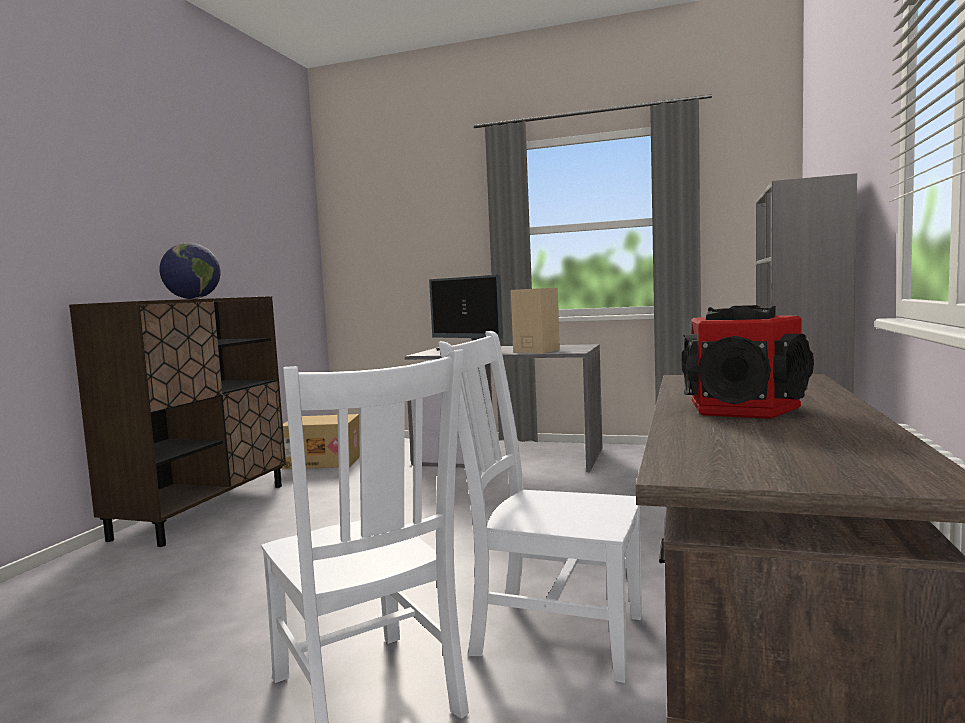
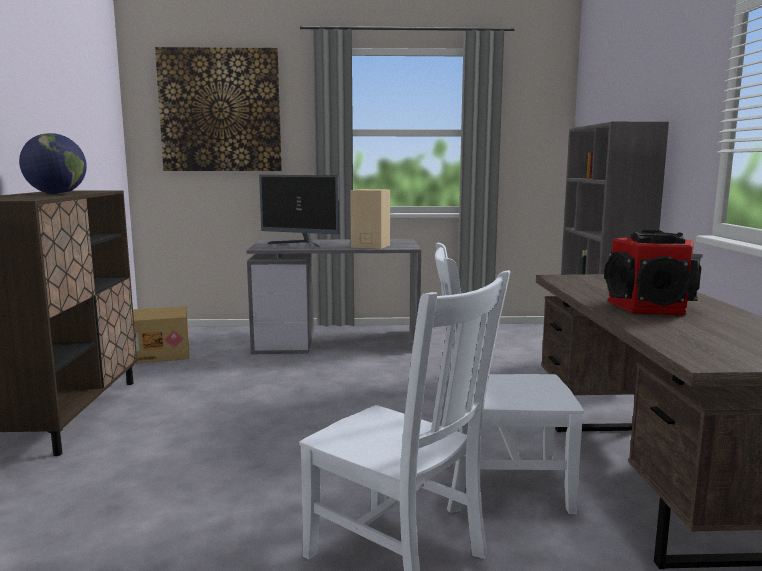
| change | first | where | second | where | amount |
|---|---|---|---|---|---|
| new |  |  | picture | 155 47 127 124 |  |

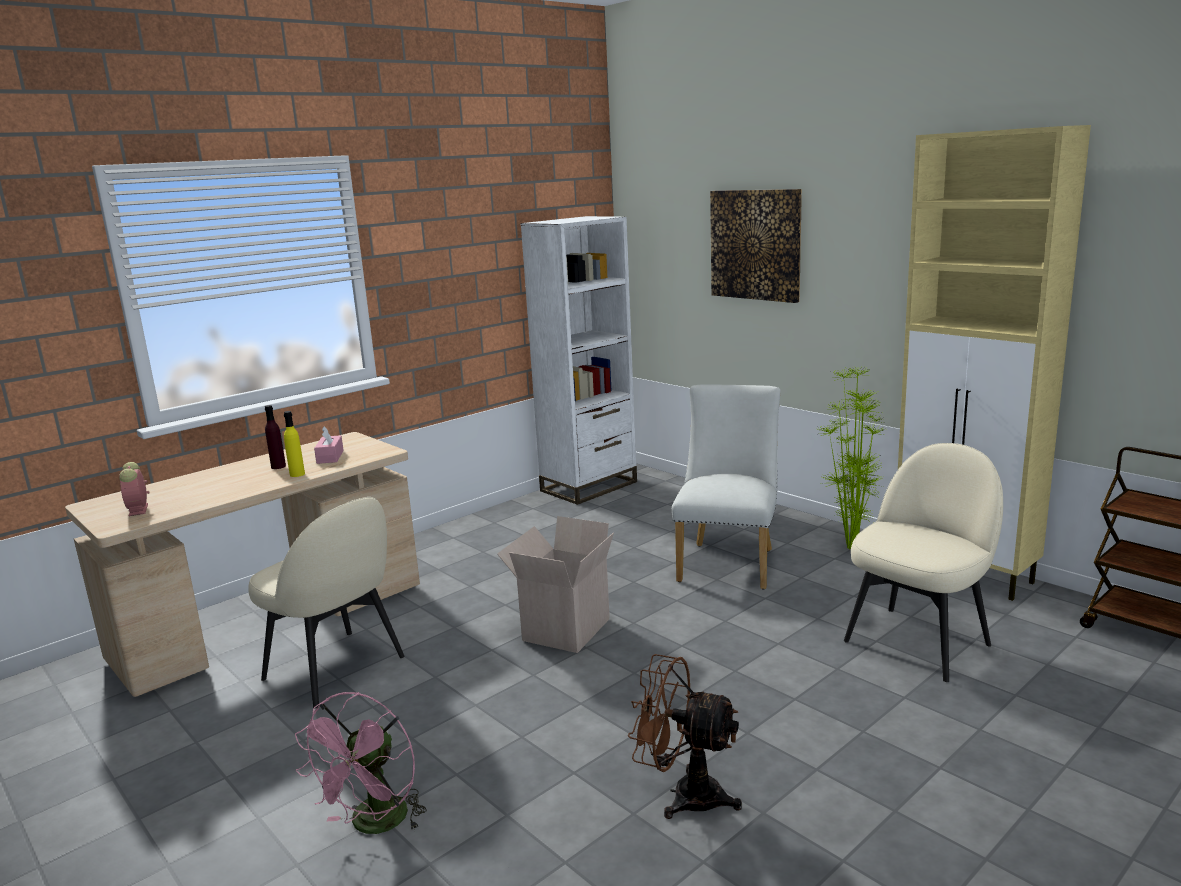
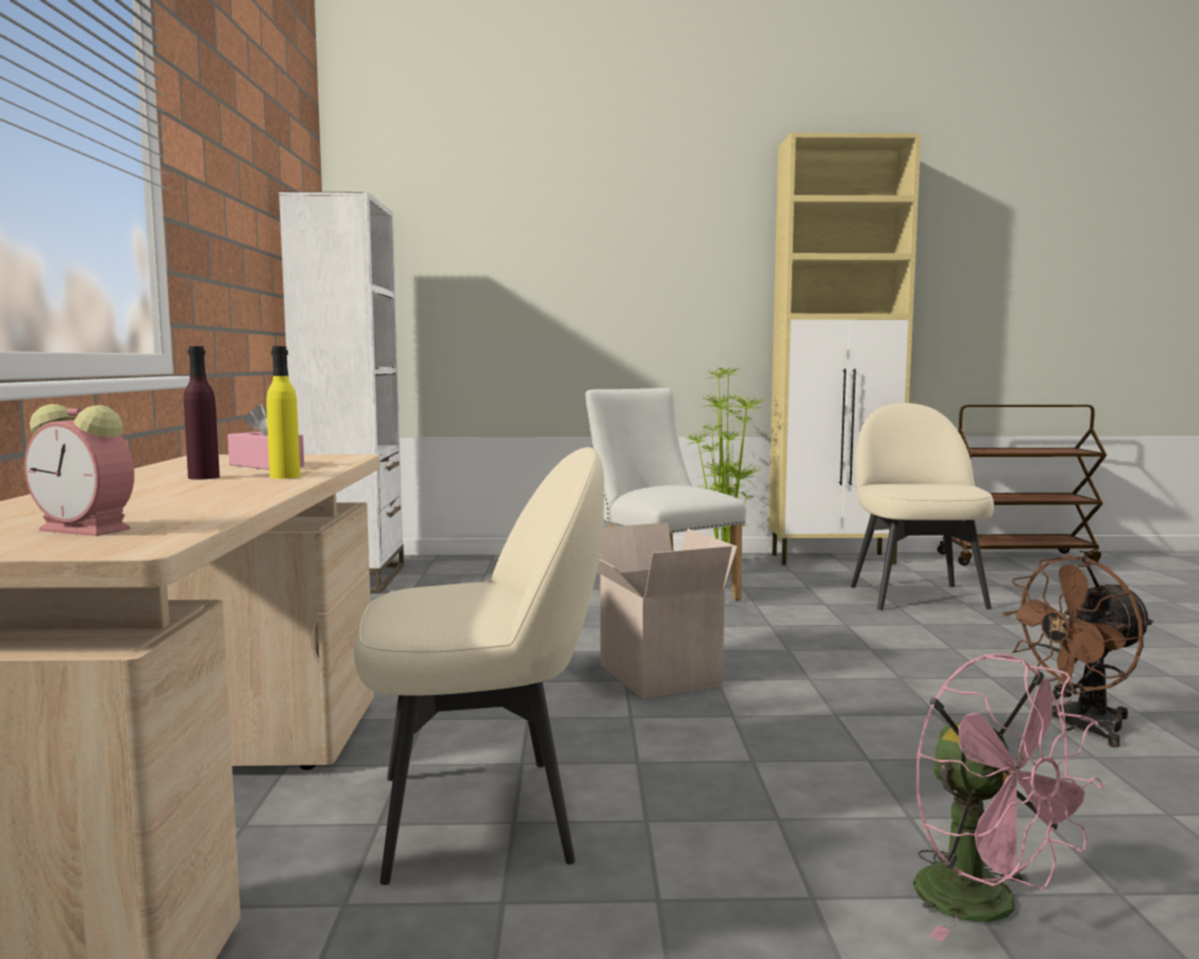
| change | first | where | second | where | amount |
|---|---|---|---|---|---|
| gone | picture | 710 189 92 114 |  |  |  |

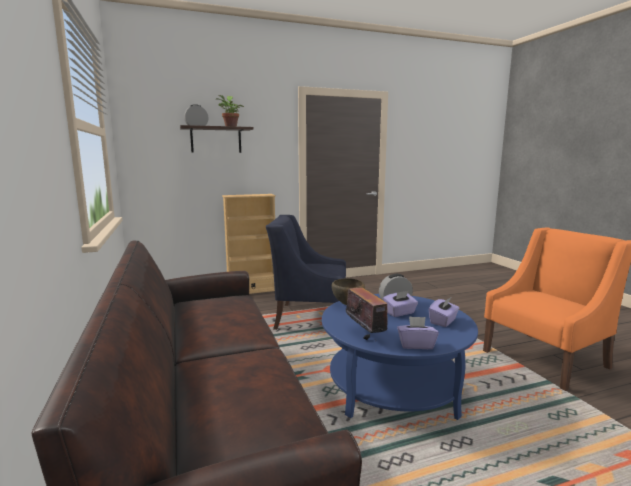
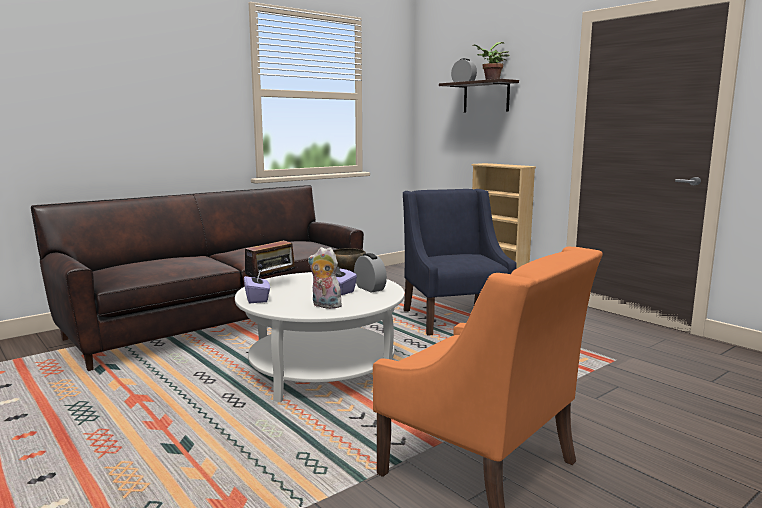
| change | first | where | second | where | amount |
|---|---|---|---|---|---|
| repainted | coffee table (blue) | 322 294 156 126 | coffee table (white) | 235 272 169 130 |  |
| swapped | tissue box (purple) | 429 298 30 29 | plush toy | 308 247 34 62 |  |

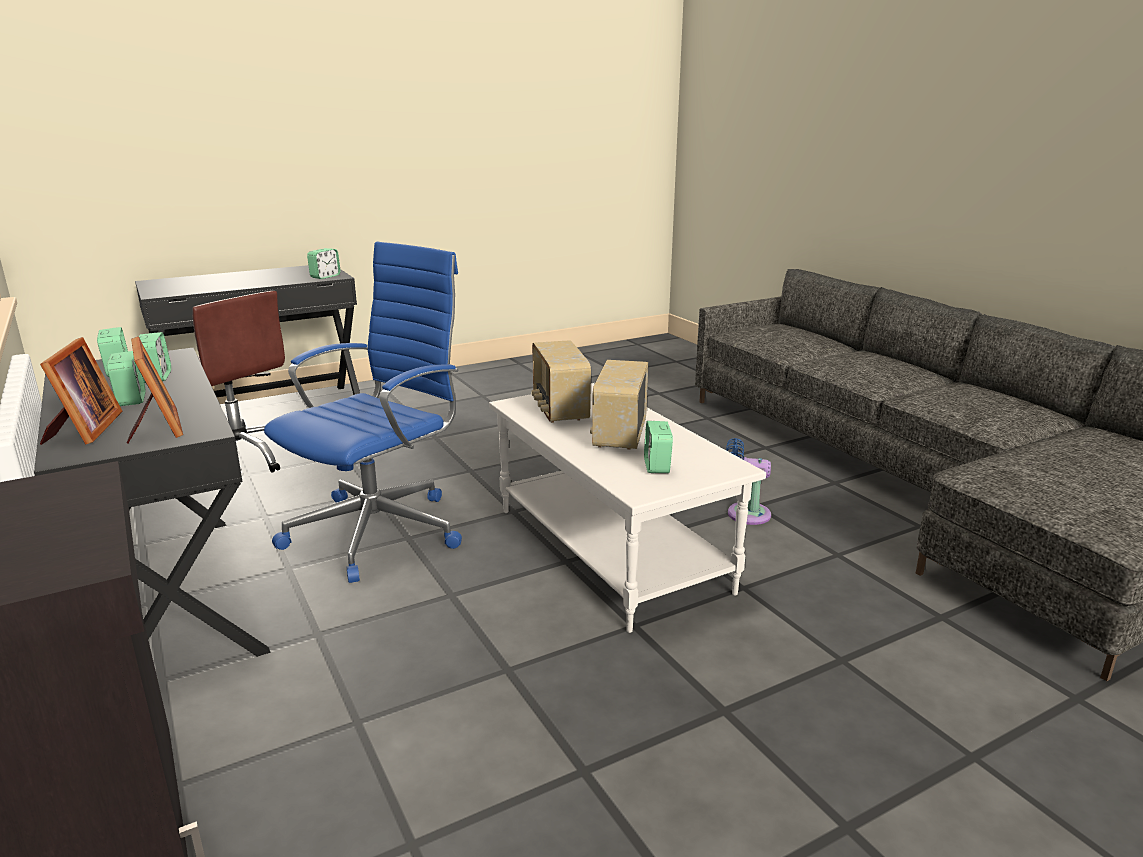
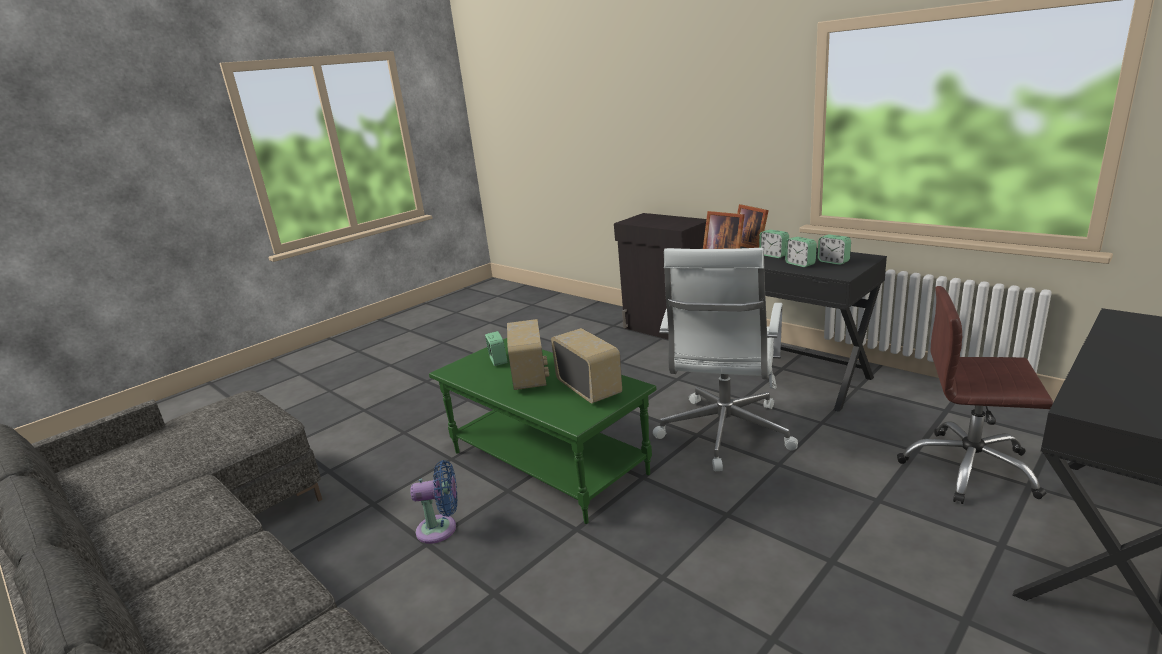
| change | first | where | second | where | amount |
|---|---|---|---|---|---|
| repainted | office chair (blue) | 264 242 198 341 | office chair (white) | 653 248 145 223 |  |
| gone | alarm clock | 307 248 34 31 |  |  |  |
| repainted | coffee table (white) | 489 383 277 250 | coffee table (green) | 429 338 227 186 |  |

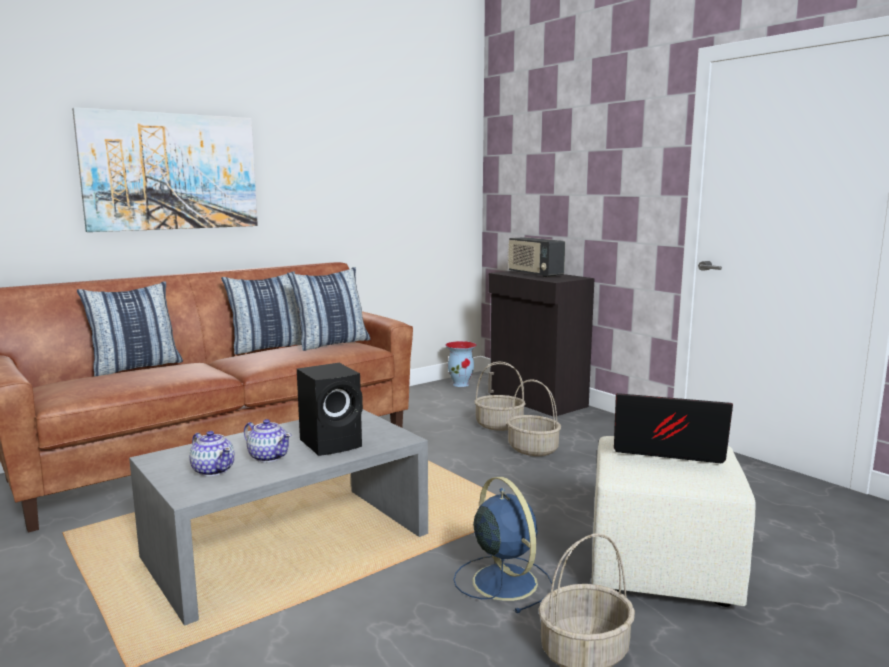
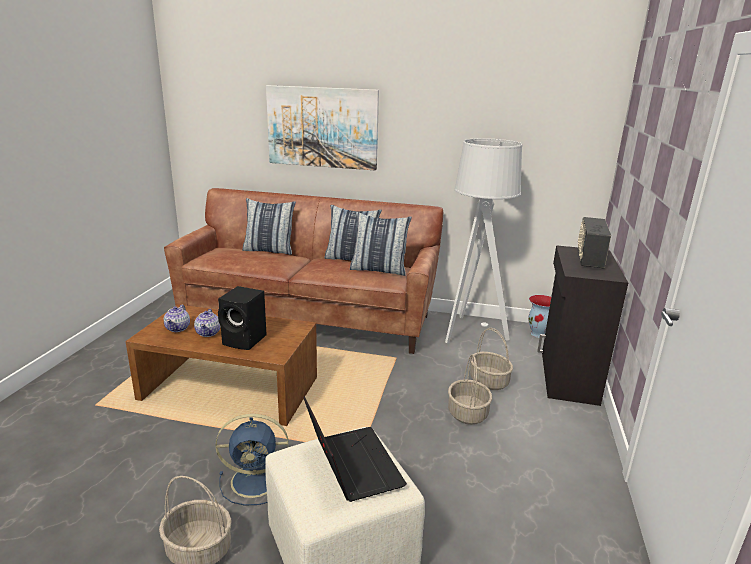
| change | first | where | second | where | amount |
|---|---|---|---|---|---|
| repainted | coffee table (grey) | 129 409 299 217 | coffee table (brown) | 126 304 191 122 |  |
| rotated | fan (blue) | 454 477 98 136 |  | 215 414 74 92 | 60 degrees clockwise |
| new |  |  | floor lamp (grey) | 445 138 77 205 |  |

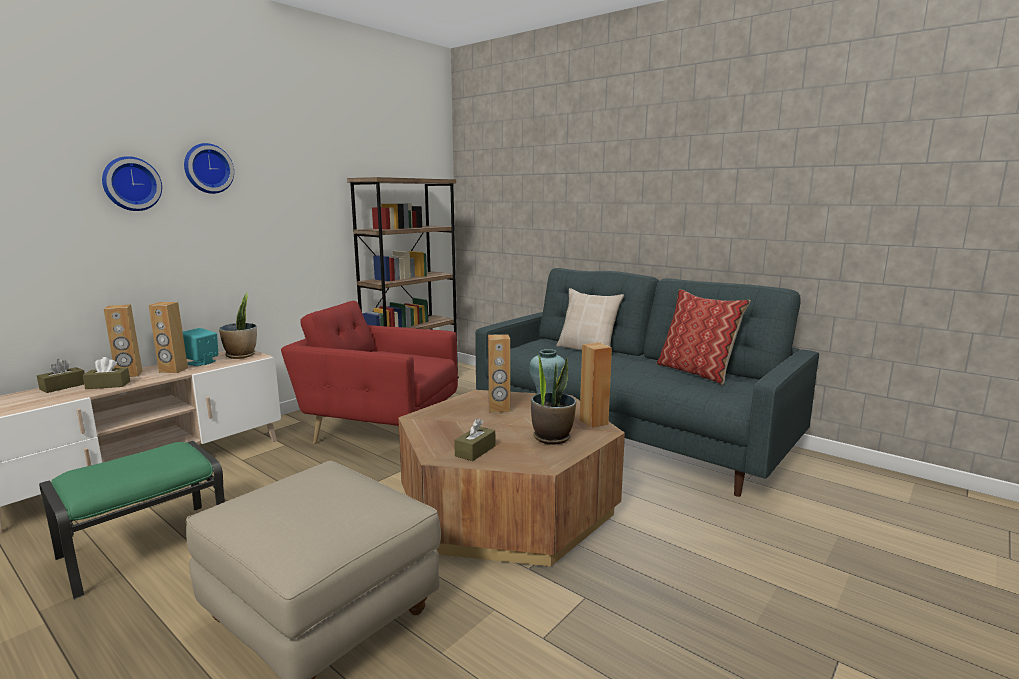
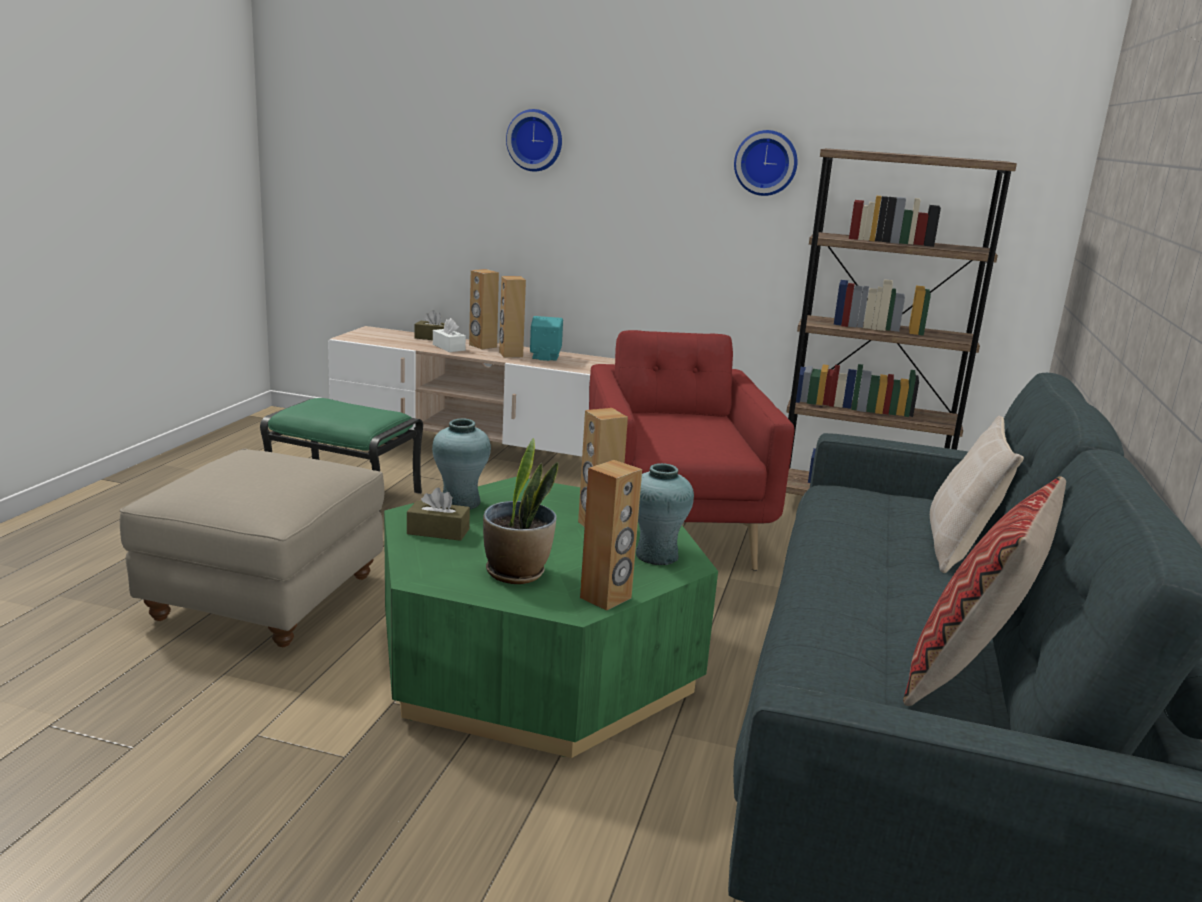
| change | first | where | second | where | amount |
|---|---|---|---|---|---|
| shifted | wall clock | 184 143 50 51 |  | 734 130 63 66 |  |
| gone | potted plant | 219 292 38 67 |  |  |  |
| repainted | tissue box (brown) | 83 357 47 32 | tissue box (white) | 433 318 33 34 |  |
| repainted | coffee table (brown) | 398 390 227 176 | coffee table (green) | 384 477 334 281 |  |
| new |  |  | vase (turquoise) | 432 419 59 91 |  |

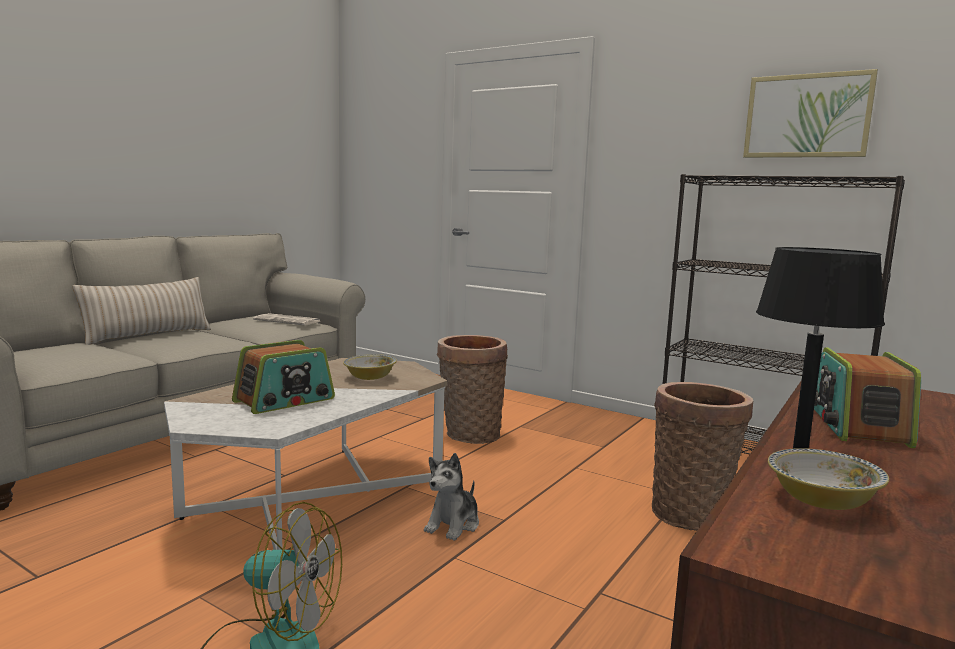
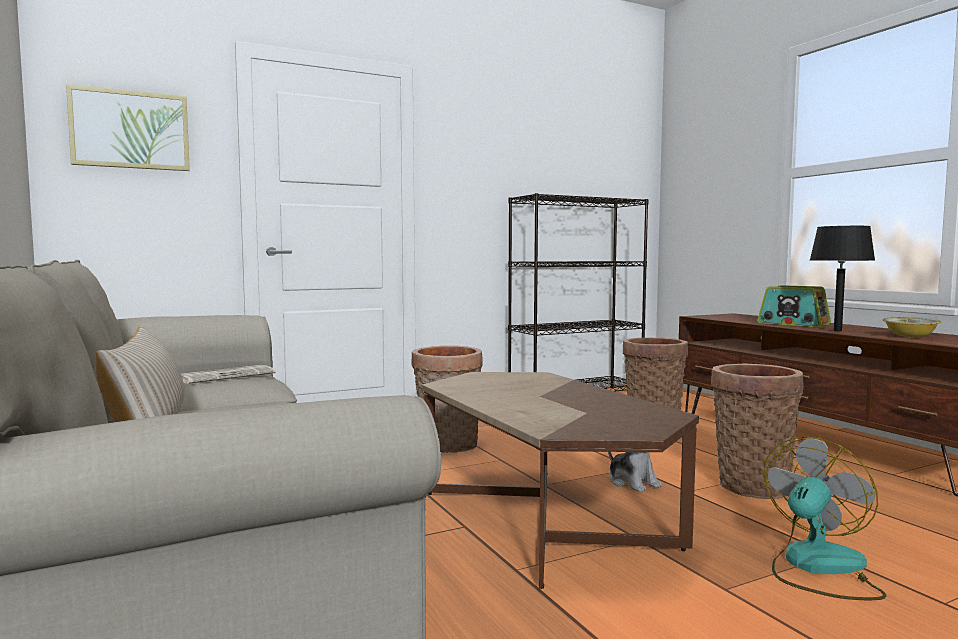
| change | first | where | second | where | amount |
|---|---|---|---|---|---|
| shifted | picture | 743 69 135 89 |  | 66 84 124 87 |  |
| gone | radio | 232 340 103 74 |  |  |  |
| gone | bowl | 343 354 54 26 |  |  |  |
| repainted | coffee table (white) | 164 358 283 192 | coffee table (brown) | 422 372 277 217 |  |
| new |  |  | basket | 711 363 92 136 |  |

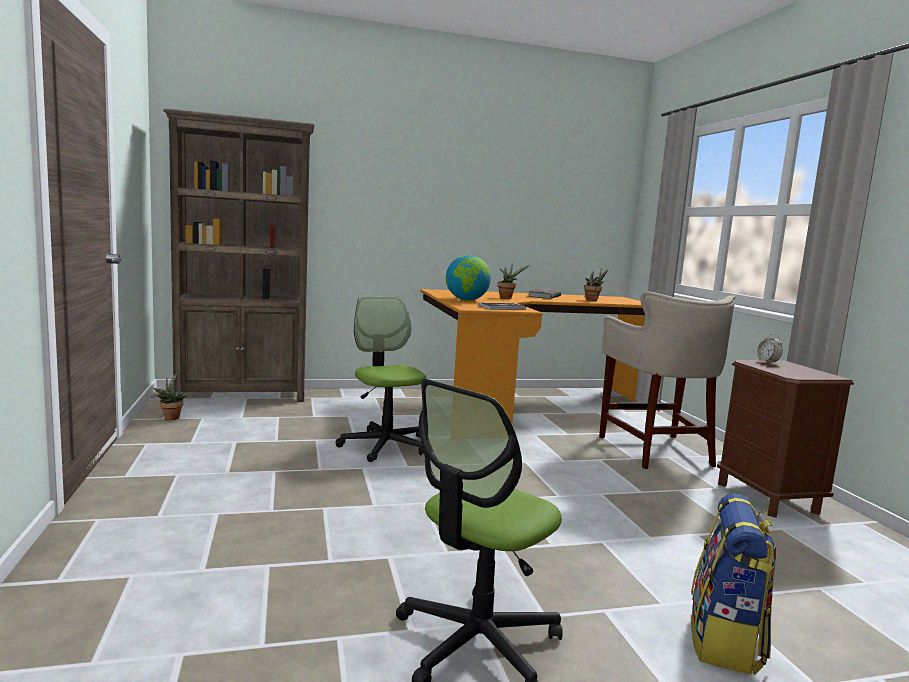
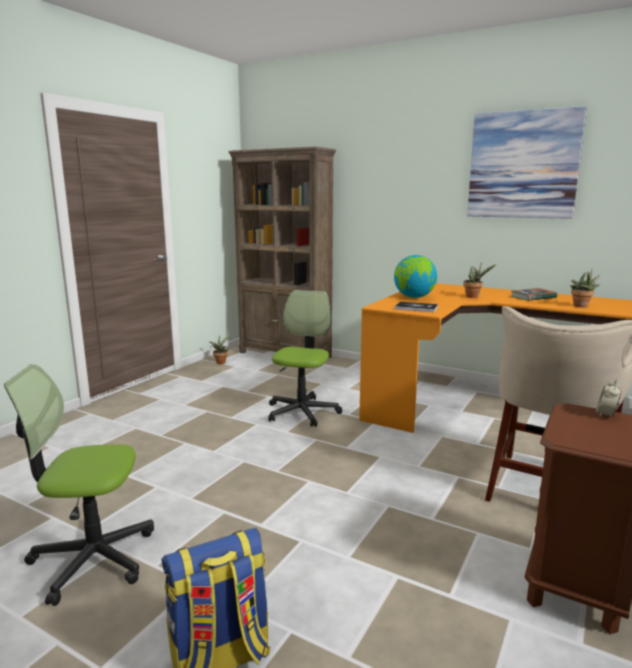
| change | first | where | second | where | amount |
|---|---|---|---|---|---|
| new |  |  | picture | 467 106 120 113 |  |

